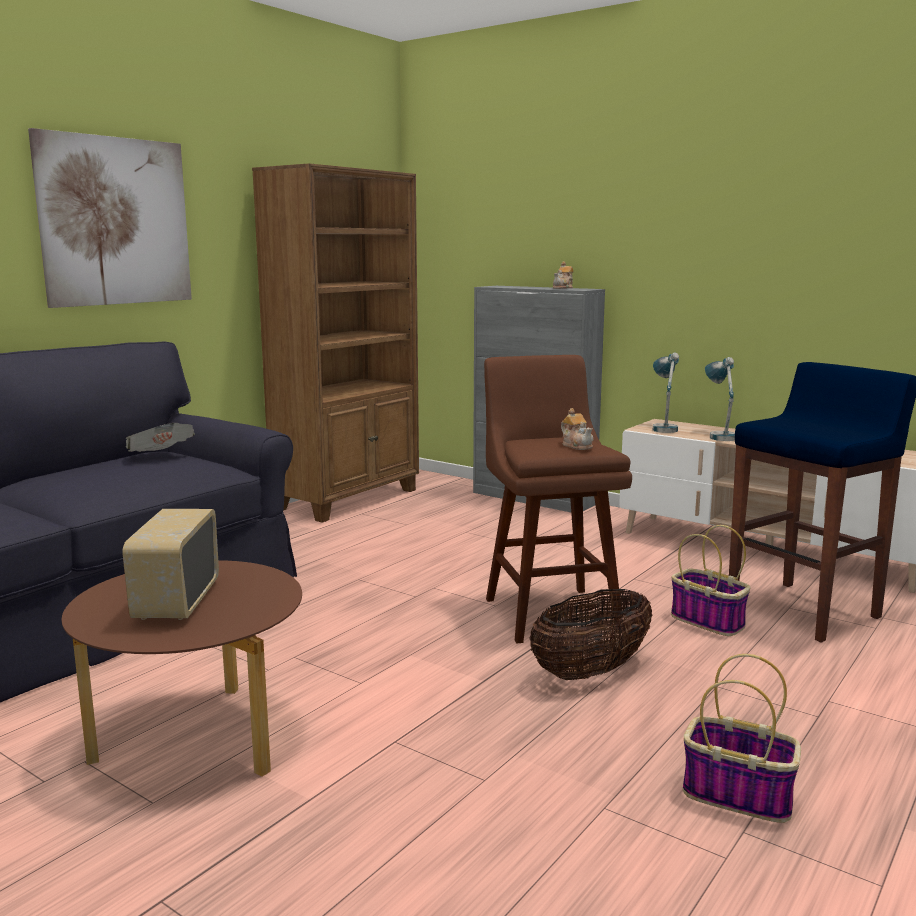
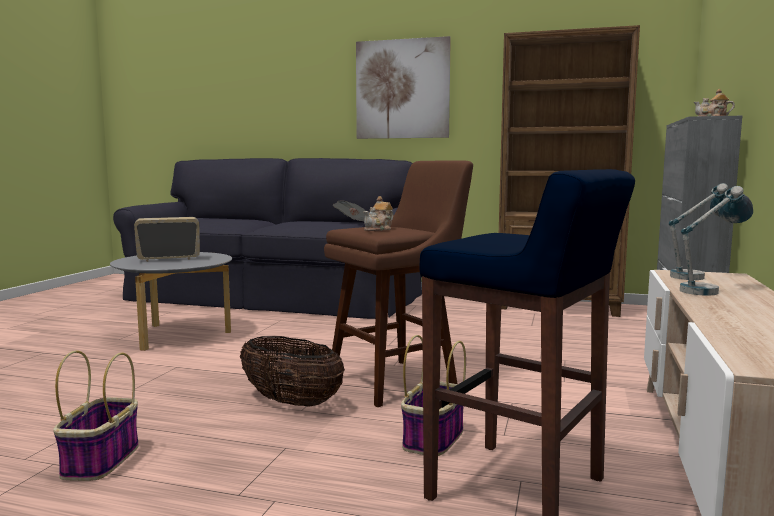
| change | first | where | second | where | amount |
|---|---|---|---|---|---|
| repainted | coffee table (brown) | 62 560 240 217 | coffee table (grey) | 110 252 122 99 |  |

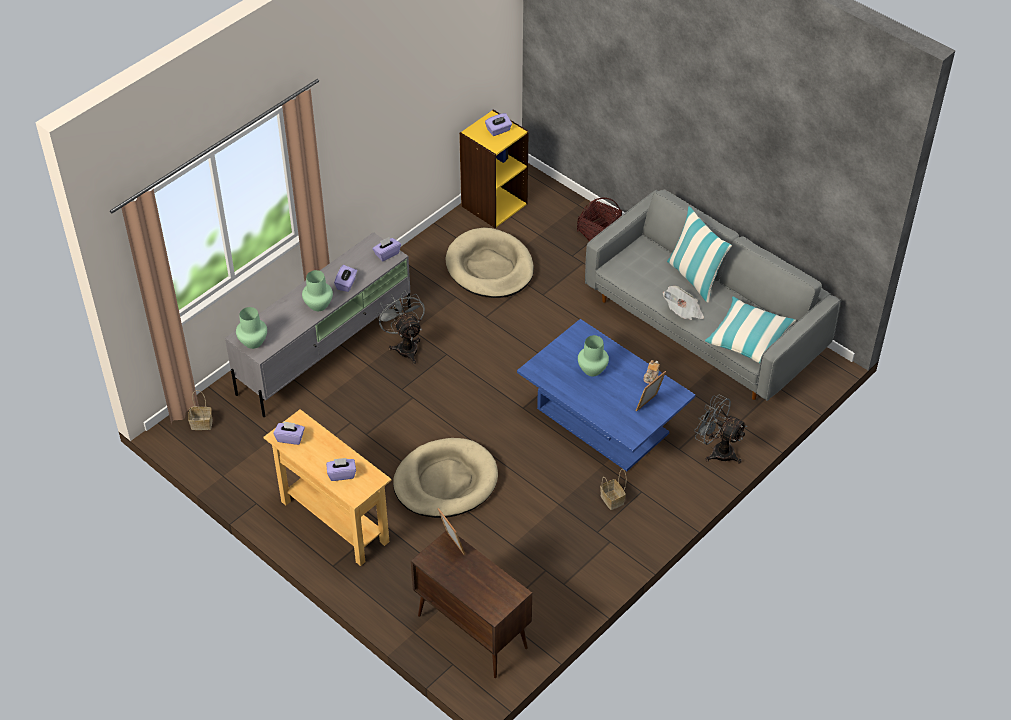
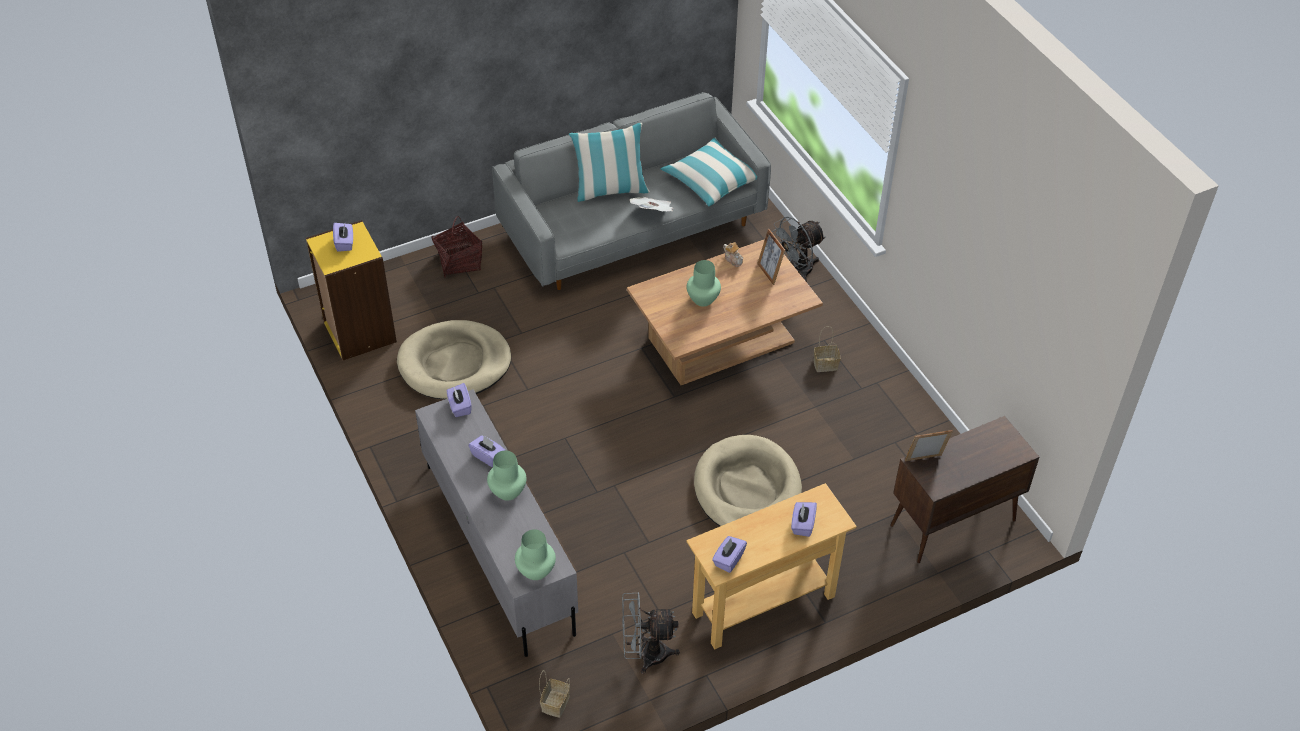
| change | first | where | second | where | amount |
|---|---|---|---|---|---|
| shifted | fan (grey) | 376 291 49 73 |  | 622 592 58 82 |  |
| repainted | coffee table (blue) | 517 319 178 152 | coffee table (brown) | 627 239 196 146 |  |

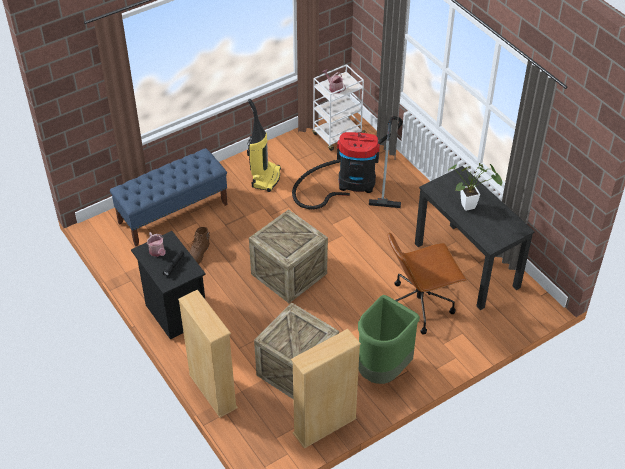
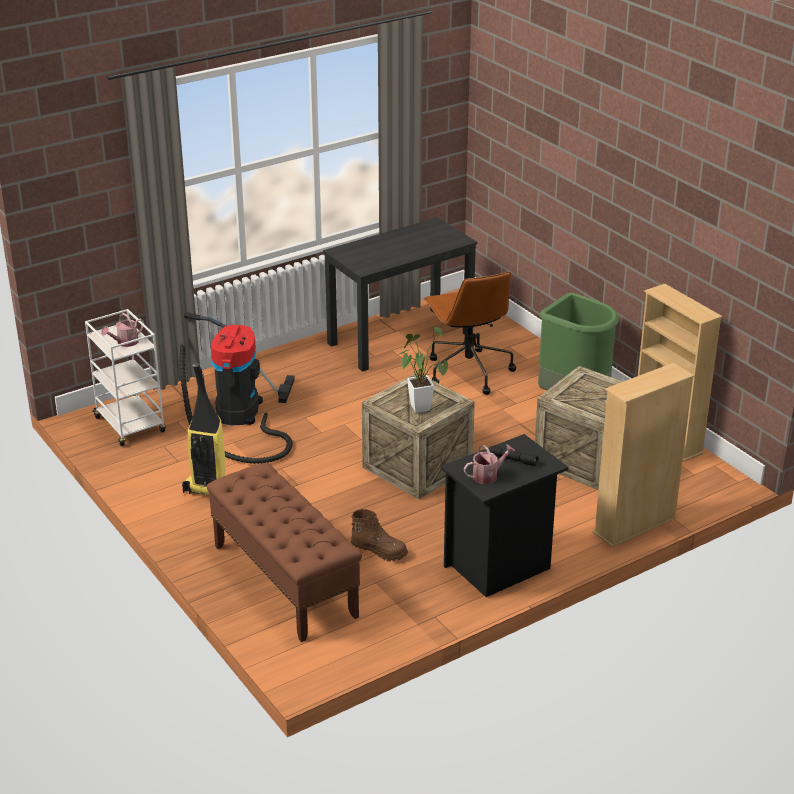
| change | first | where | second | where | amount |
|---|---|---|---|---|---|
| repainted | bench (blue) | 110 148 118 98 | bench (brown) | 207 463 155 179 |  |
| shifted | potted plant | 449 163 53 48 |  | 397 326 51 87 |  |

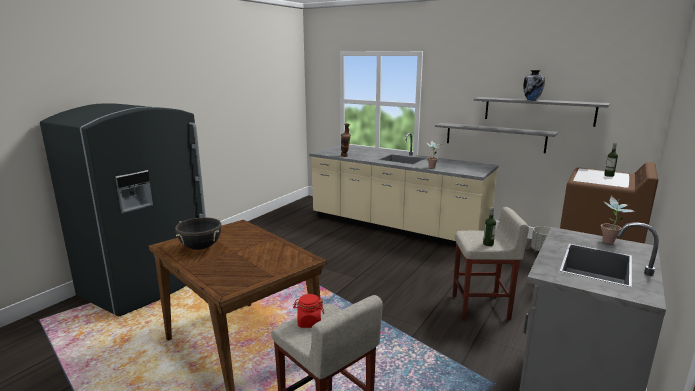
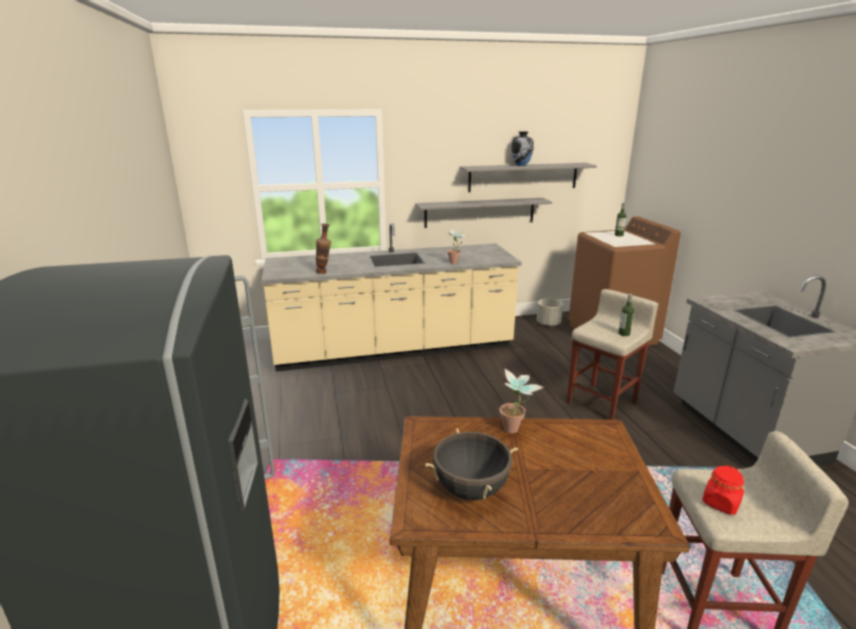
| change | first | where | second | where | amount |
|---|---|---|---|---|---|
| shifted | potted plant | 601 196 34 48 |  | 499 369 45 64 |  |

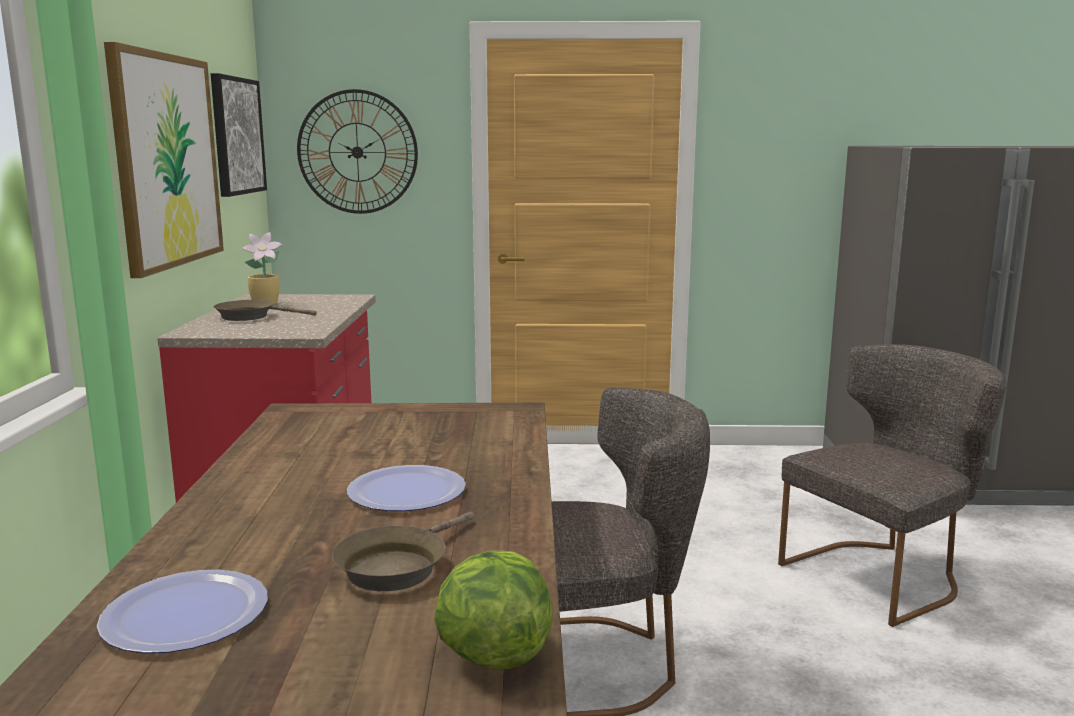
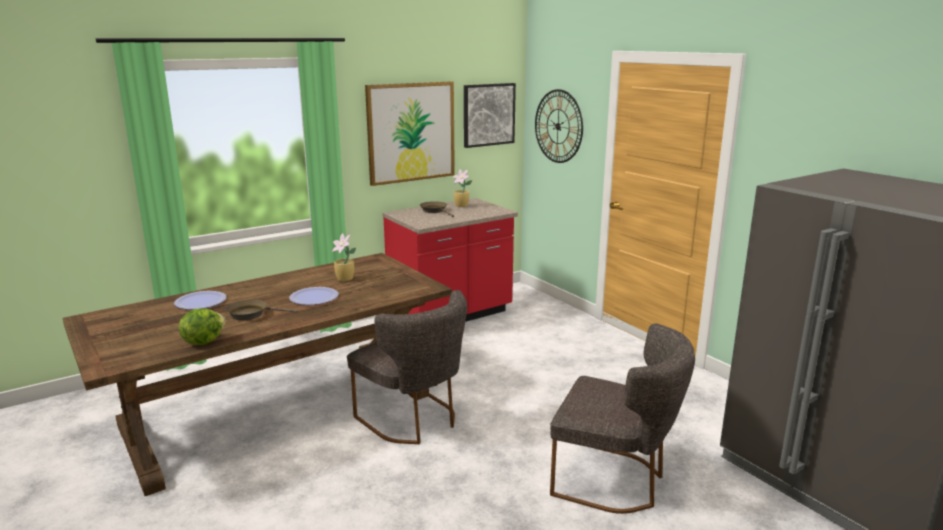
| change | first | where | second | where | amount |
|---|---|---|---|---|---|
| new |  |  | potted plant | 332 233 24 48 |  |

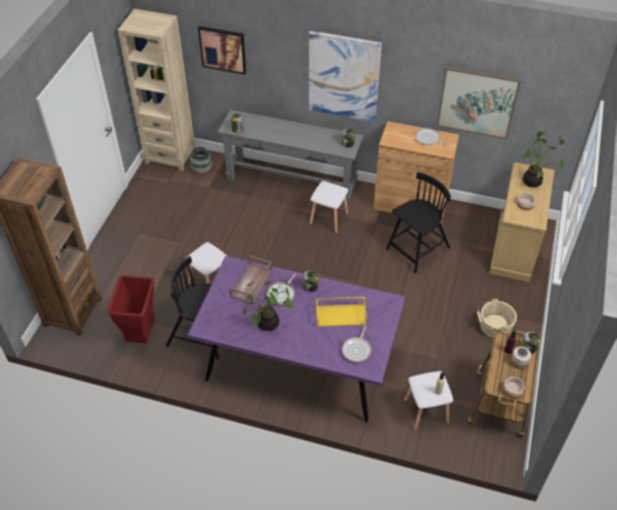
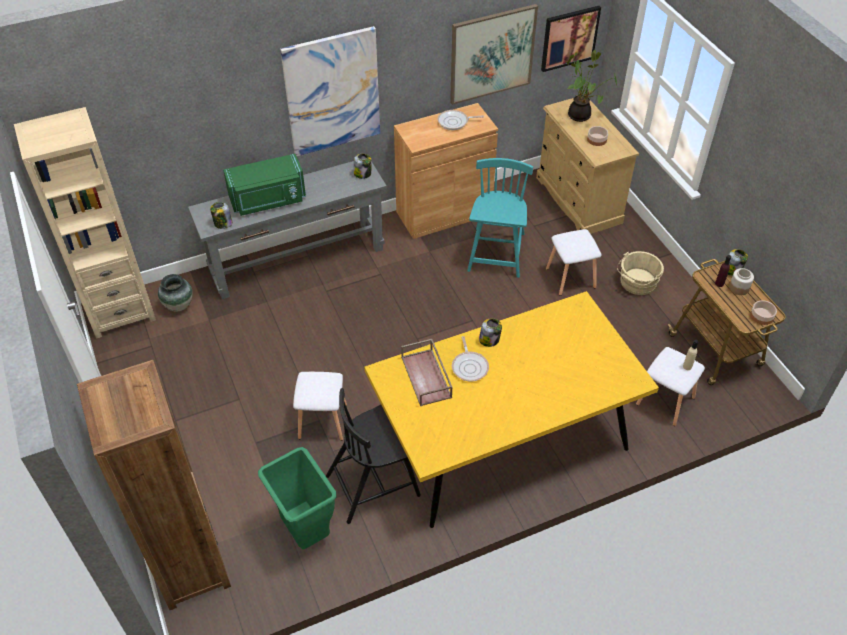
| change | first | where | second | where | amount |
|---|---|---|---|---|---|
| shifted | picture | 198 26 48 49 |  | 541 6 60 66 |  |
| repainted | chair (black) | 386 172 65 101 | chair (turquoise) | 467 158 66 120 |  |
| shifted | stool (white) | 310 181 38 52 |  | 546 229 56 67 |  |
| repainted | dining table (purple) | 188 256 217 166 | dining table (yellow) | 364 291 295 237 |  |
| repainted | trash can (red) | 107 275 48 68 | trash can (green) | 258 447 78 102 |  |
| gone | potted plant | 242 279 52 52 |  |  |  |
| gone | tray (yellow) | 316 297 51 30 |  |  |  |
| gone | frying pan | 342 326 29 36 |  |  |  |
| new |  |  | microwave (green) | 223 154 83 62 |  |

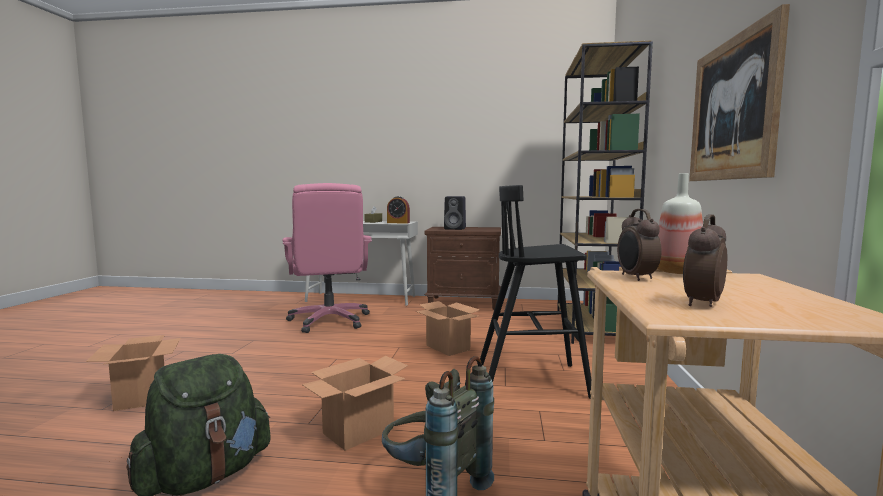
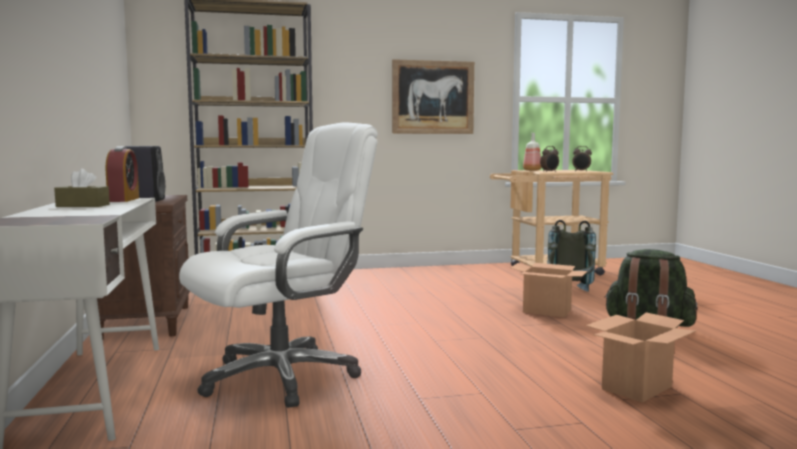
| change | first | where | second | where | amount |
|---|---|---|---|---|---|
| repainted | office chair (pink) | 283 183 89 150 | office chair (white) | 179 122 199 286 |  |
| gone | stool (black) | 480 185 111 214 |  |  |  |
| gone | cardboard box | 416 301 64 55 |  |  |  |

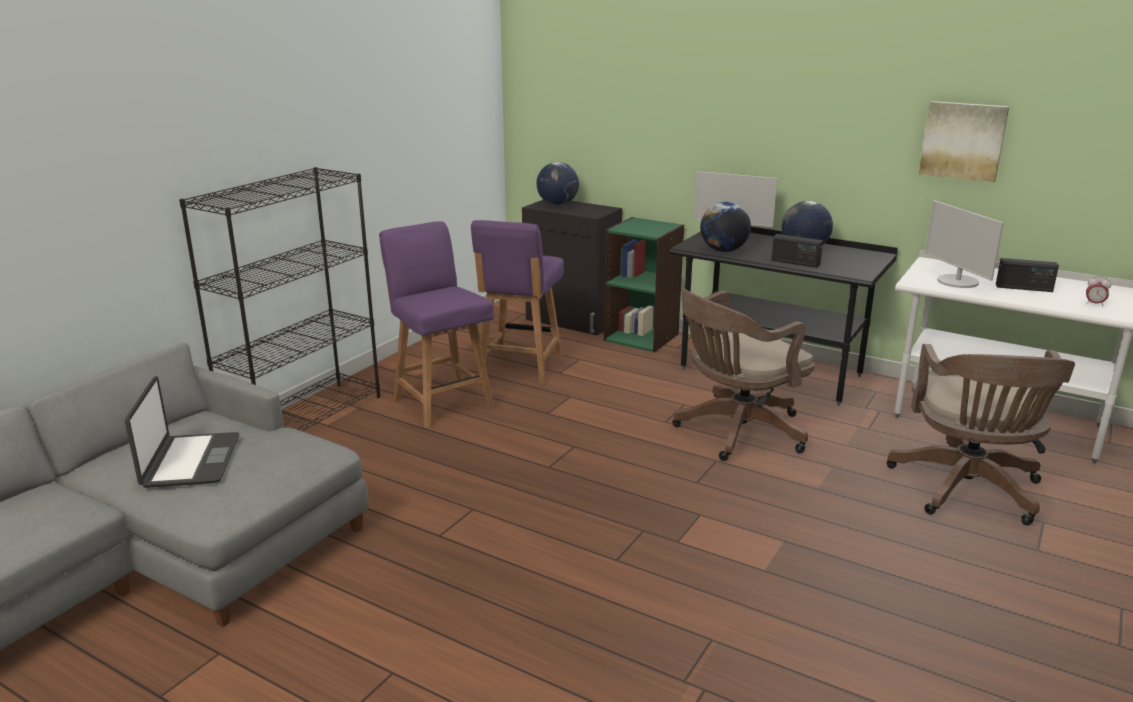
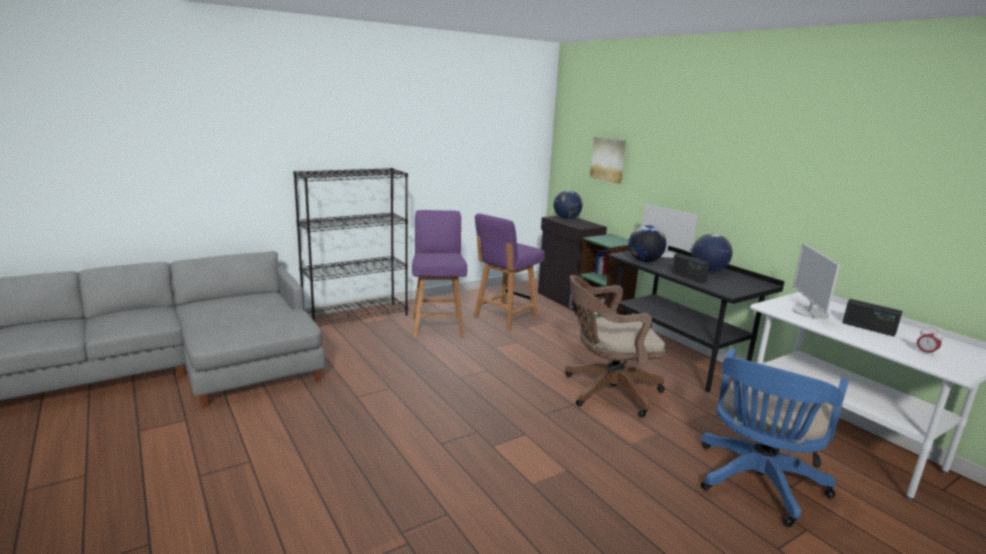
| change | first | where | second | where | amount |
|---|---|---|---|---|---|
| shifted | picture | 919 101 90 81 |  | 590 137 36 47 |  |
| repainted | office chair (brown) | 886 344 189 181 | office chair (blue) | 701 348 148 179 |  |
| gone | laptop | 125 376 114 112 |  |  |  |

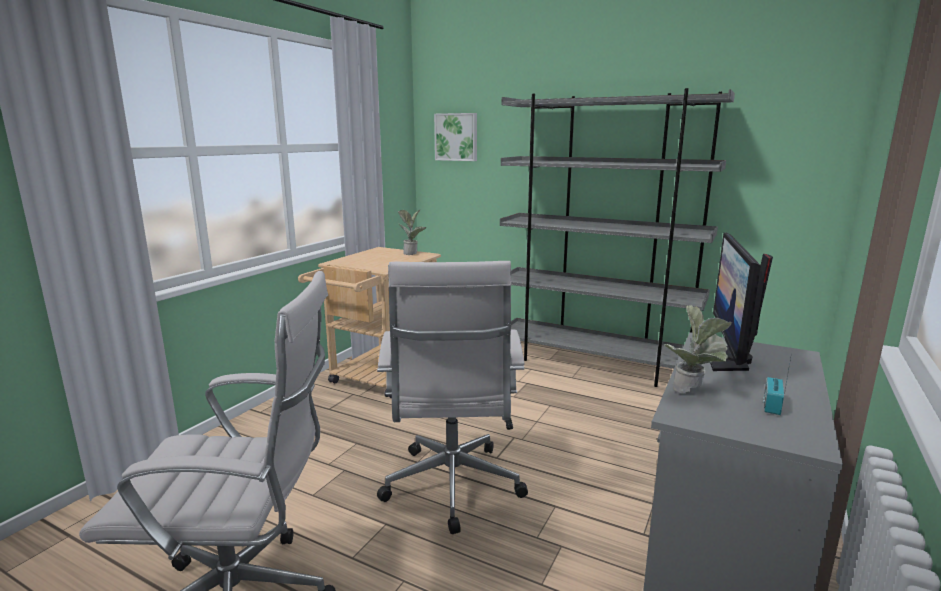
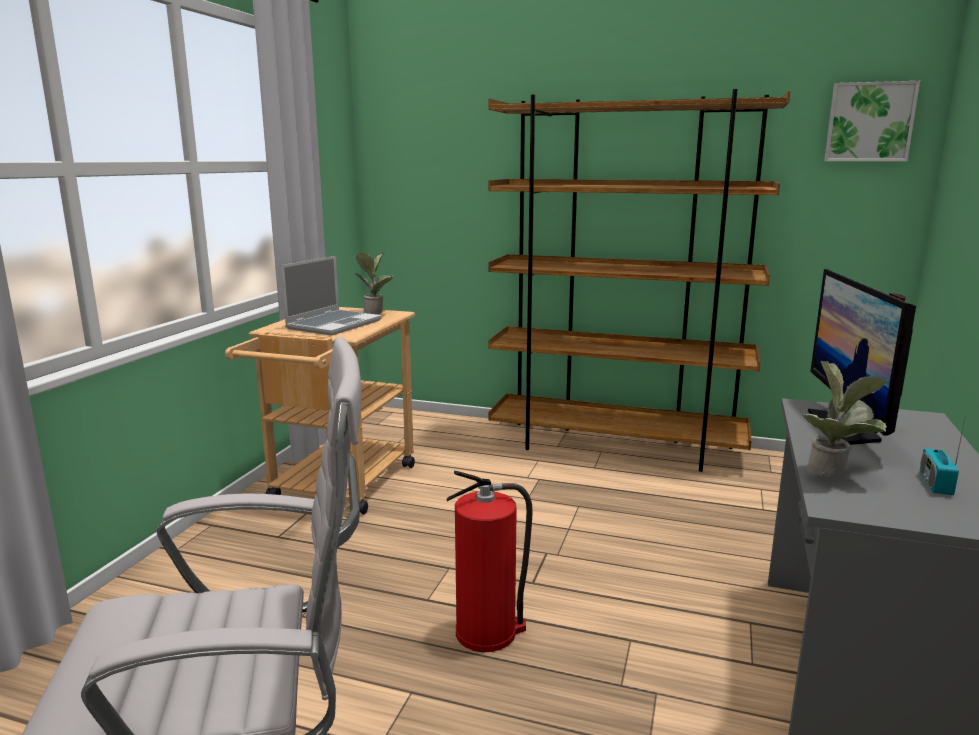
| change | first | where | second | where | amount |
|---|---|---|---|---|---|
| repainted | bookcase (grey) | 500 88 235 299 | bookcase (brown) | 488 89 302 383 |  |
| shifted | picture | 434 113 43 48 |  | 824 81 96 80 |  |
| swapped | office chair (white) | 377 261 151 273 | fire extinguisher | 447 471 86 181 |  |
| new |  |  | laptop | 281 256 101 79 |  |

